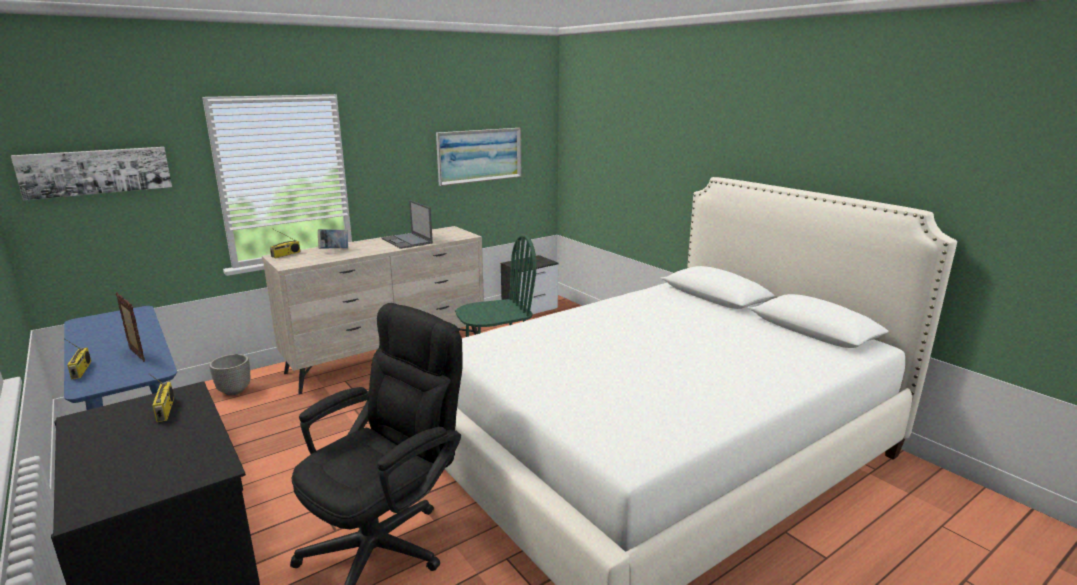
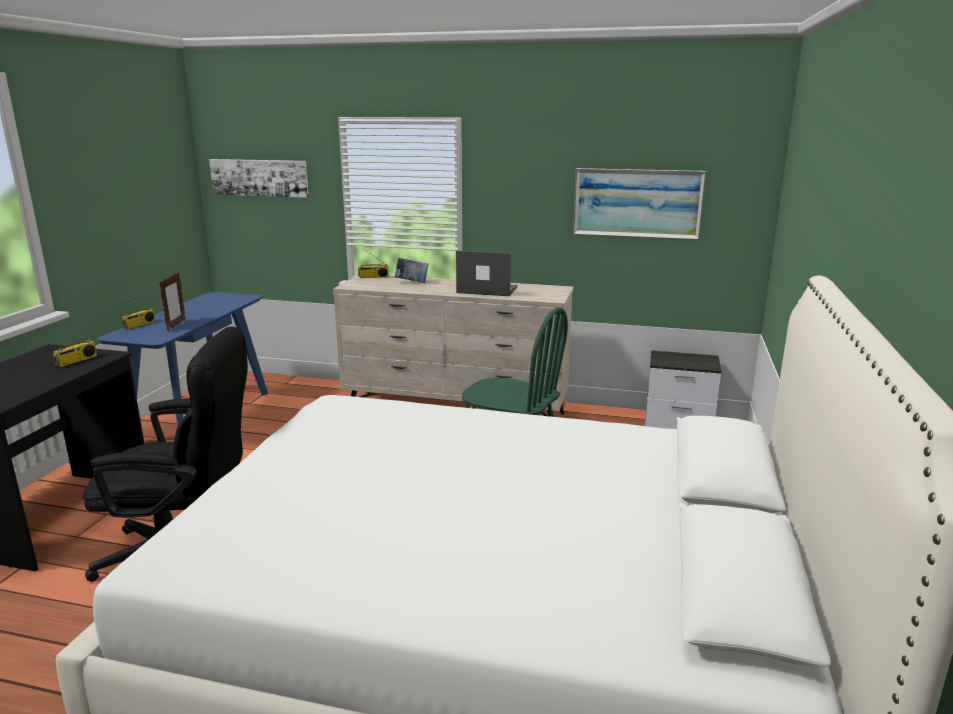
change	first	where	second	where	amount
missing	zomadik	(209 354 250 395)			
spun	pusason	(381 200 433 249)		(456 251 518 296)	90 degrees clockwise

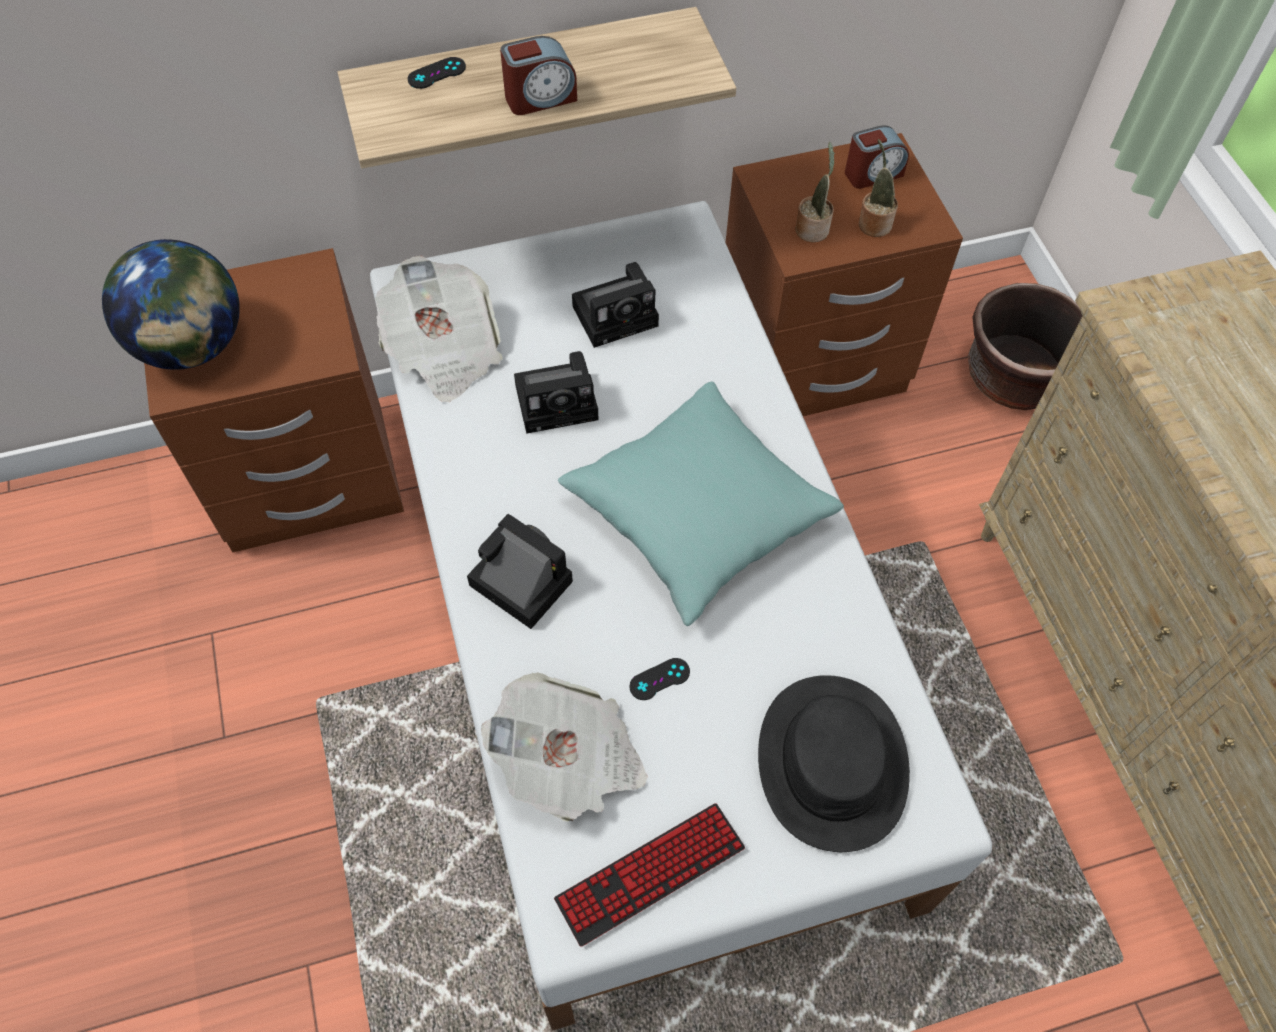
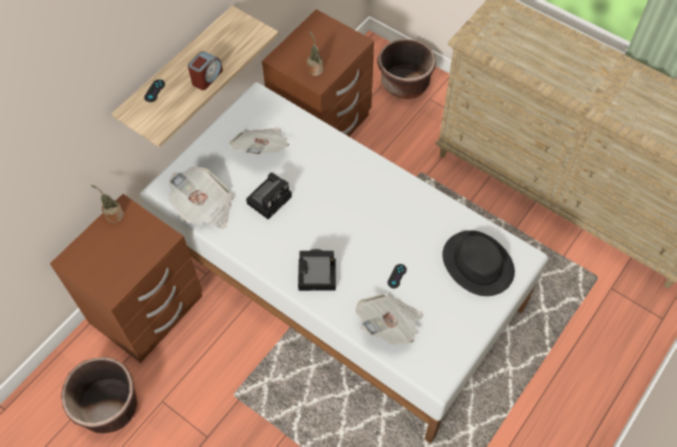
change	first	where	second	where	amount
missing	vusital	(102 239 240 370)			
missing	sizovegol	(554 803 745 947)			
missing	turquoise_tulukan	(558 381 844 626)			
missing	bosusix	(845 125 909 189)			
appeared			brown_zomadik	(61 357 137 433)	
relocated	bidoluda	(859 139 898 237)		(91 185 123 223)	
exchanged	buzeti	(572 262 659 348)	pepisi	(230 127 289 155)	

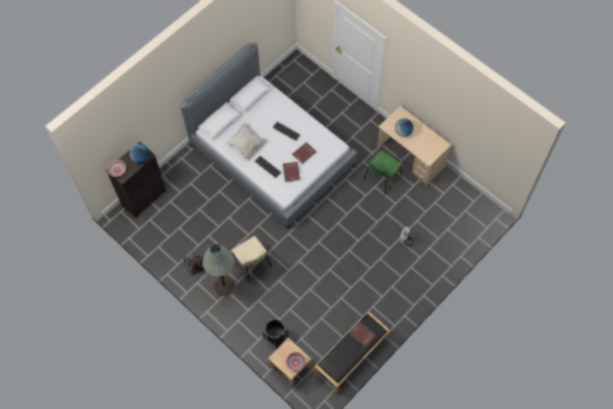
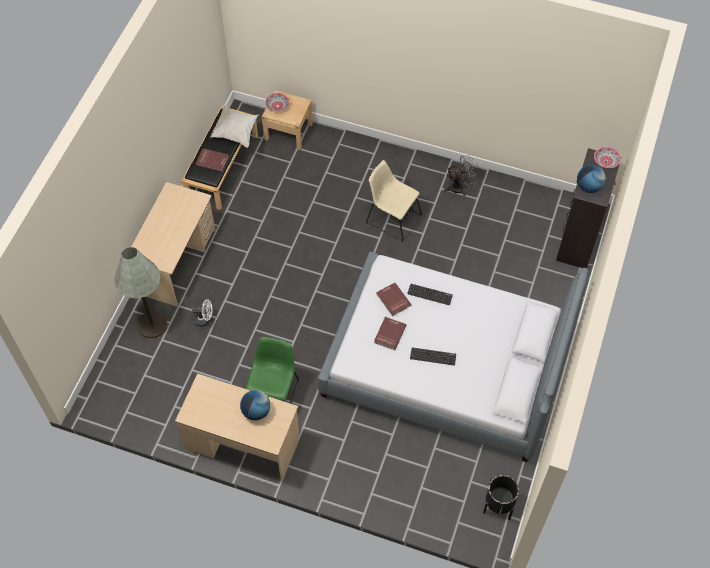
change	first	where	second	where	amount
appeared			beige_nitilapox	(131 182 216 307)	
relocated	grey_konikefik	(203 244 235 296)		(114 247 167 338)	
relocated	white_tulukan	(225 122 265 161)		(210 104 258 148)	
relocated	black_zomadik	(263 319 288 349)		(483 475 519 520)	

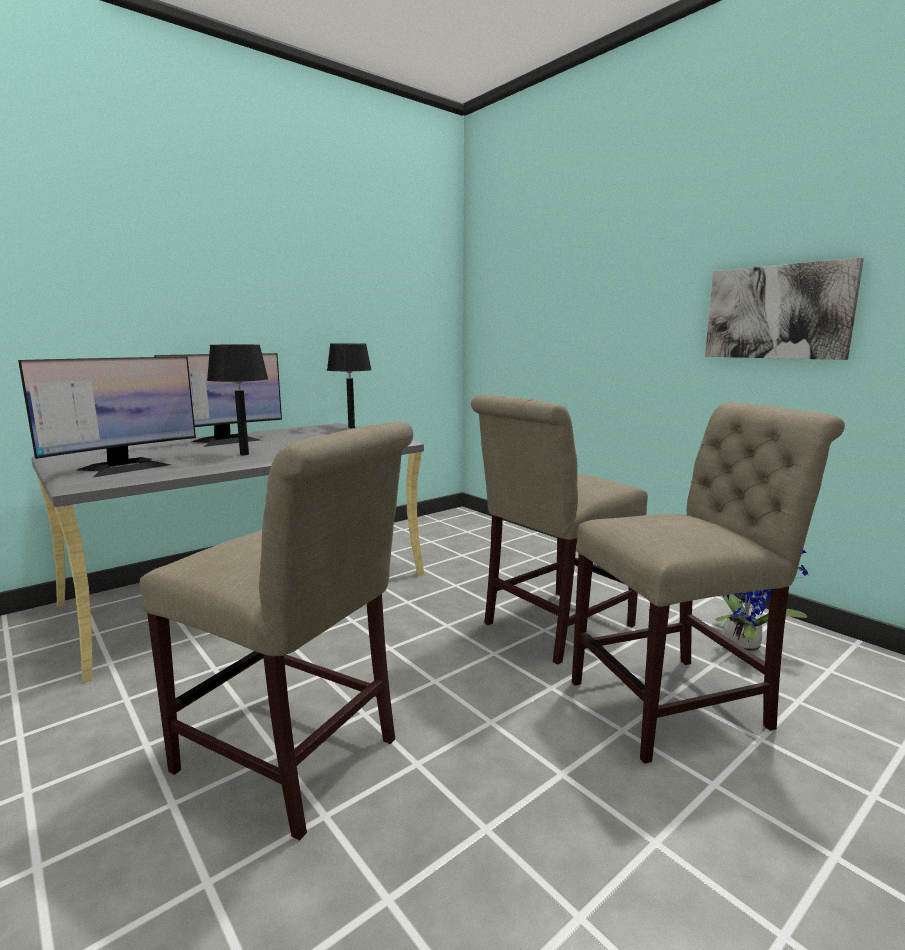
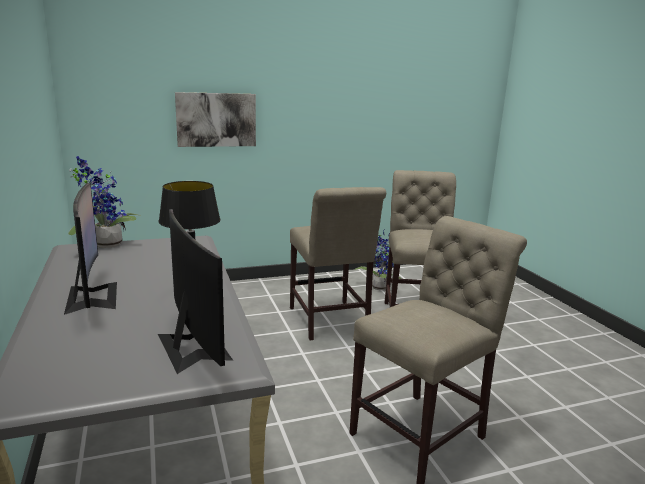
change	first	where	second	where	amount
relocated	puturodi	(705 258 864 360)		(175 92 256 147)	
exchanged	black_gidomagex	(327 343 372 428)	bidoluda	(68 156 140 248)	

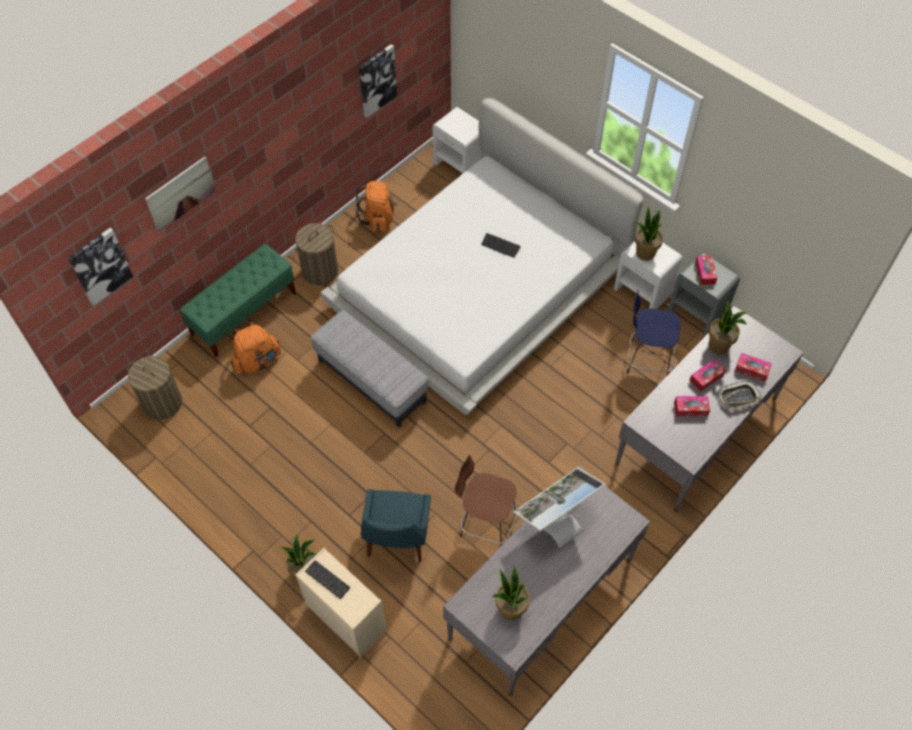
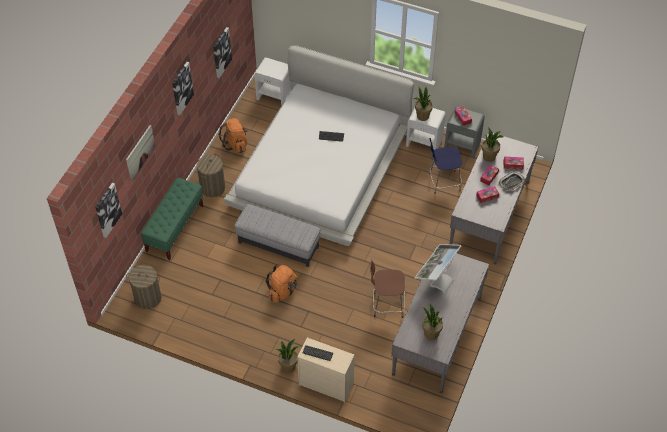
change	first	where	second	where	amount
missing	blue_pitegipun	(361 489 431 562)			
appeared			puturodi	(172 62 194 115)	
relocated	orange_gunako	(231 321 281 374)		(265 264 298 303)	

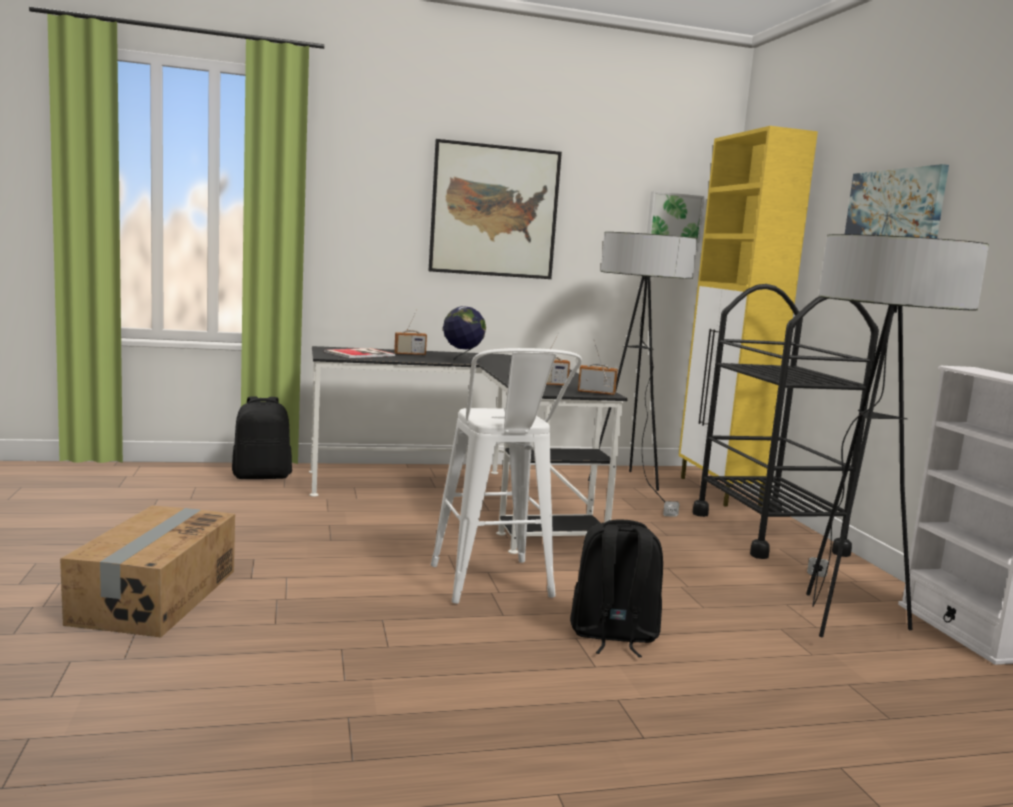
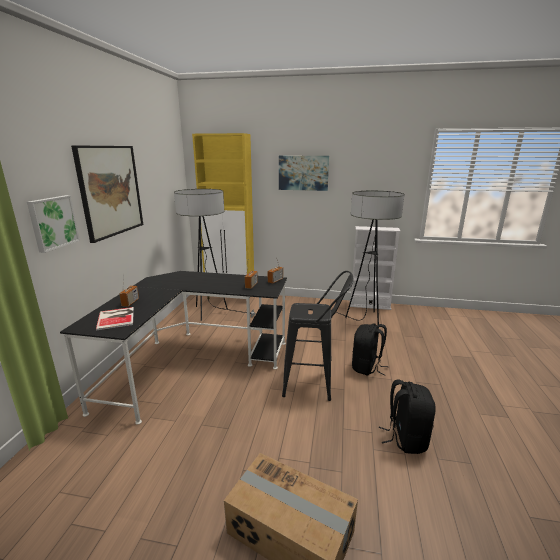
change	first	where	second	where	amount
missing	vusital	(443 306 486 363)			
missing	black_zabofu	(693 284 879 559)			
relocated	black_gunako	(232 396 292 479)		(379 380 436 454)	
relocated	puturodi	(647 191 705 252)		(27 195 80 253)	
colour	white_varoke	(431 348 582 604)	black_varoke	(282 271 354 401)	

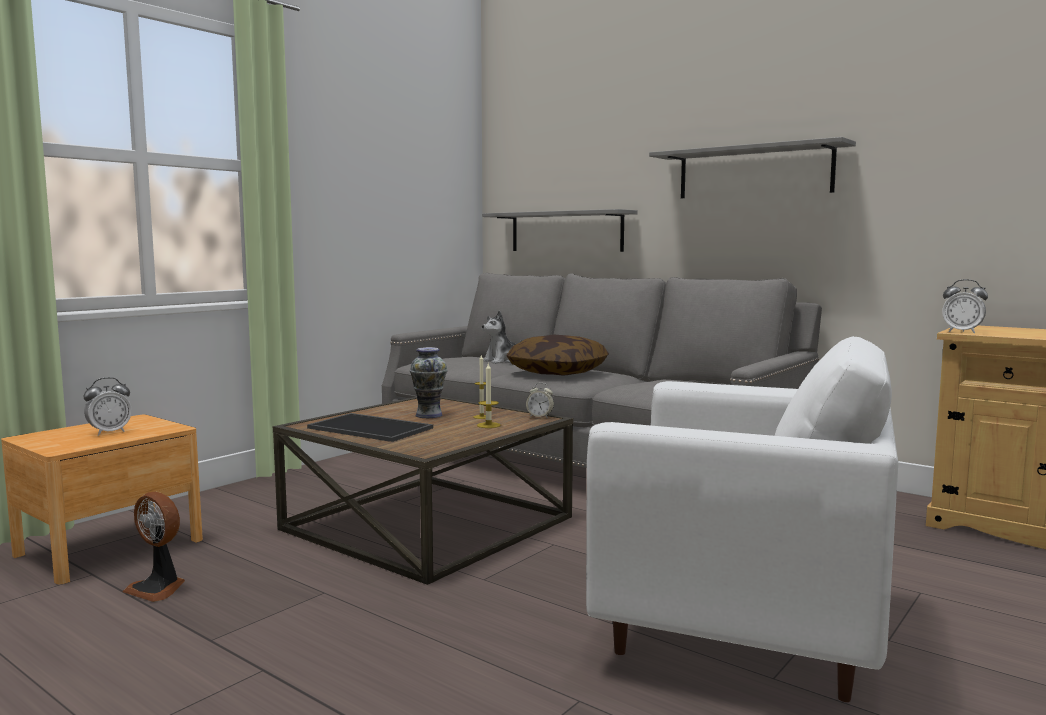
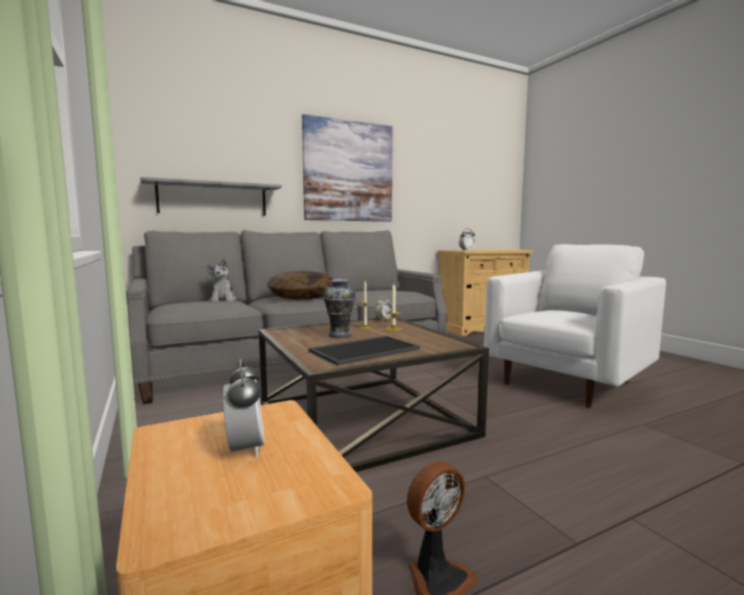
change	first	where	second	where	amount
exchanged	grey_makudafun	(649 137 856 198)	puturodi	(302 114 393 222)	

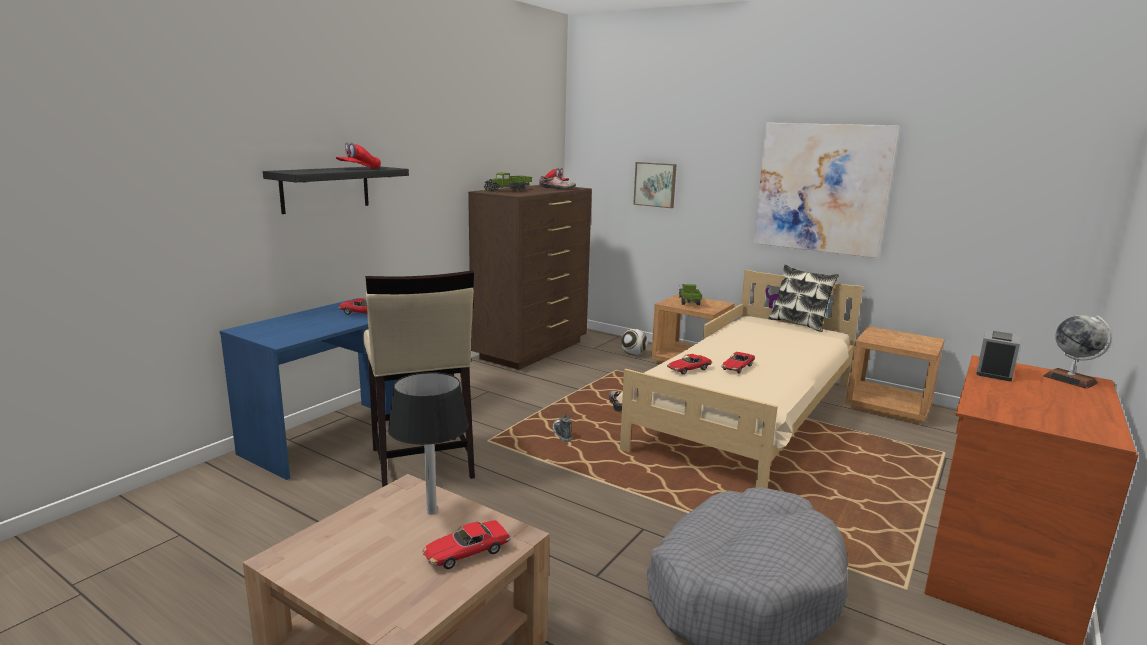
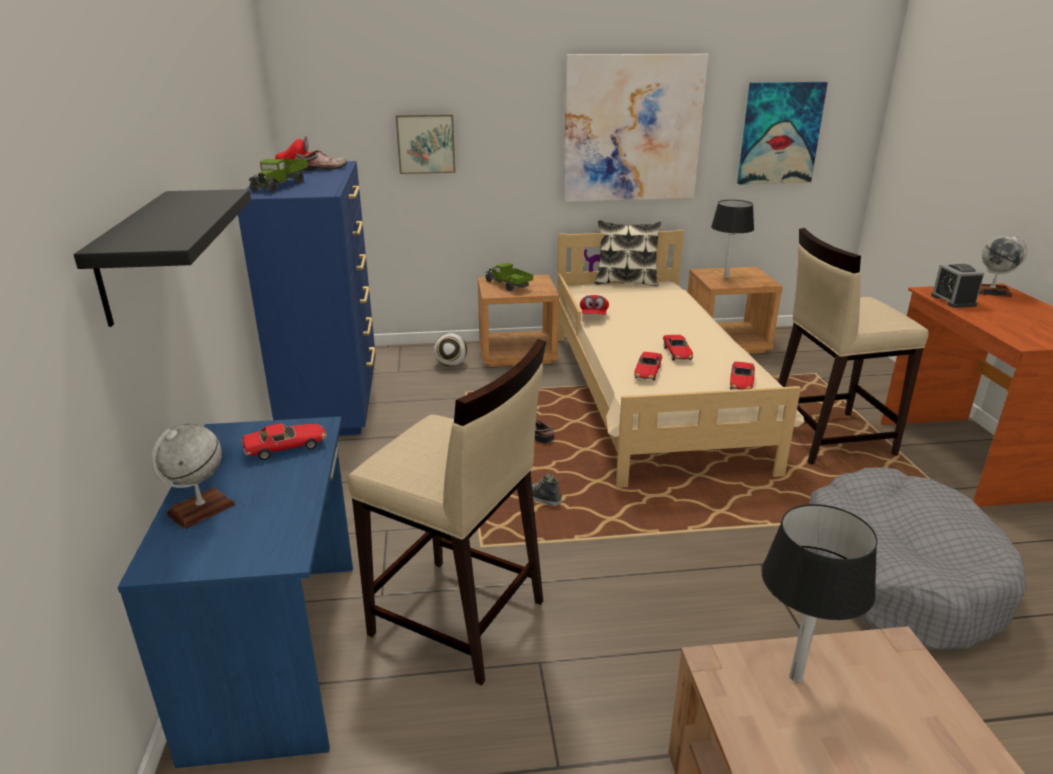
change	first	where	second	where	amount
appeared			vusital	(151 424 236 529)	
appeared			black_gidomagex	(711 200 754 278)	
appeared			puturodi	(737 82 828 185)	
appeared			beige_varoke	(778 228 929 464)	
relocated	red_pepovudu	(336 143 381 169)		(580 295 609 315)	
relocated	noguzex	(422 520 511 569)		(730 362 755 390)	
colour	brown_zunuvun	(468 185 592 370)	blue_zunuvun	(238 161 376 436)	

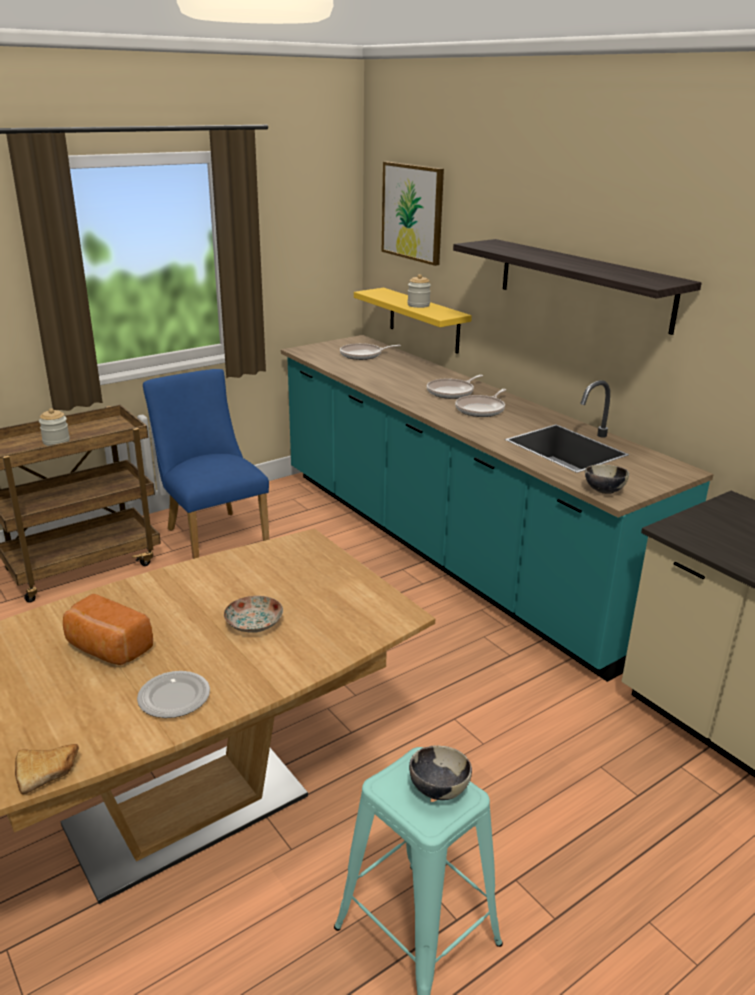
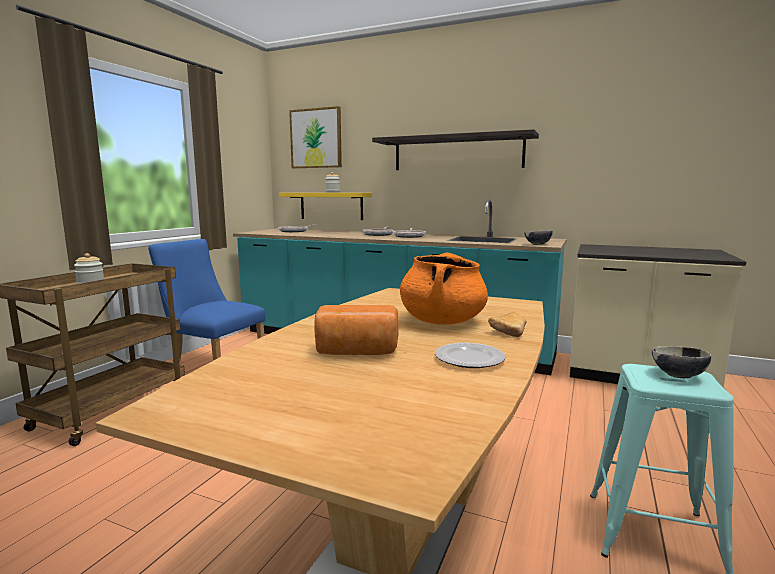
change	first	where	second	where	amount
relocated	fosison	(15 744 79 794)		(488 312 527 337)	
exchanged	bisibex	(224 596 283 633)	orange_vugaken	(400 253 488 325)	

